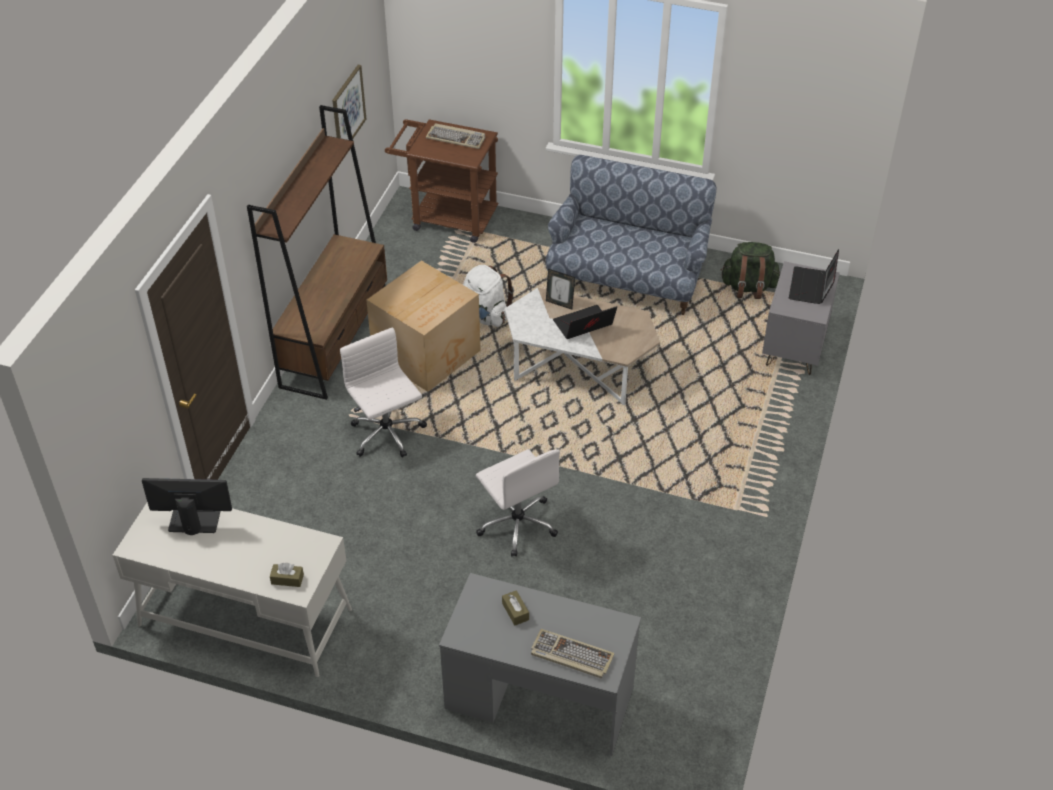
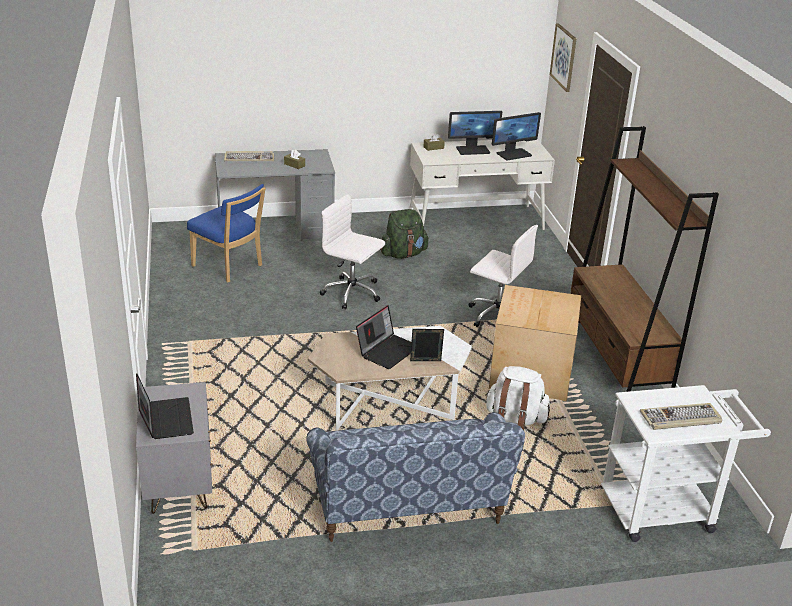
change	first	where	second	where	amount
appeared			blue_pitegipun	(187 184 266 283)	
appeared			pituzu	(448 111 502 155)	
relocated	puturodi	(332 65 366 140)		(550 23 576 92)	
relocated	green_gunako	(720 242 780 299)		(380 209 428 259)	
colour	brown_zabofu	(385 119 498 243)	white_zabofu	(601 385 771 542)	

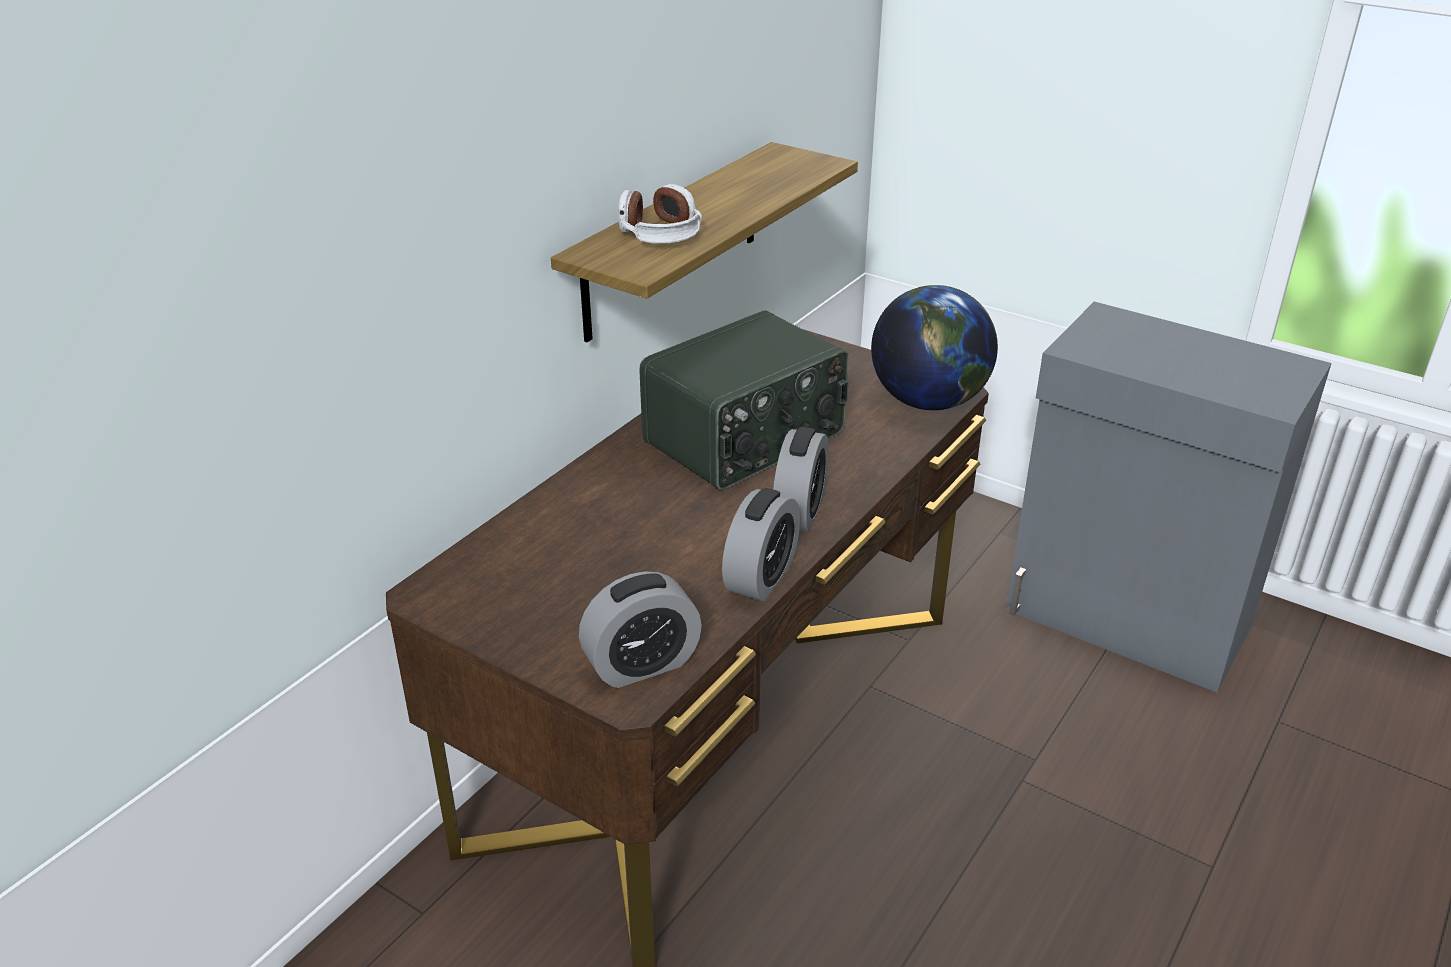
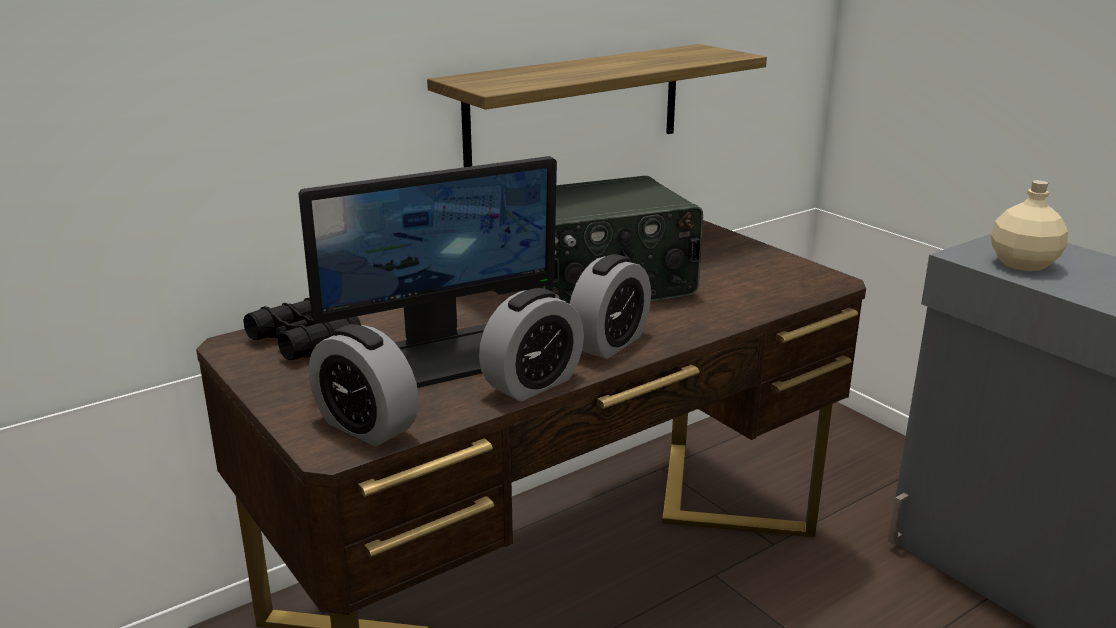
change	first	where	second	where	amount
missing	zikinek	(618 184 702 244)			
missing	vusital	(871 285 998 410)			
appeared			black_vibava	(243 298 361 360)	
appeared			pituzu	(299 156 557 388)	
appeared			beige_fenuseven	(991 180 1068 271)	
spun	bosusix	(579 571 702 688)		(309 324 419 447)	45 degrees clockwise

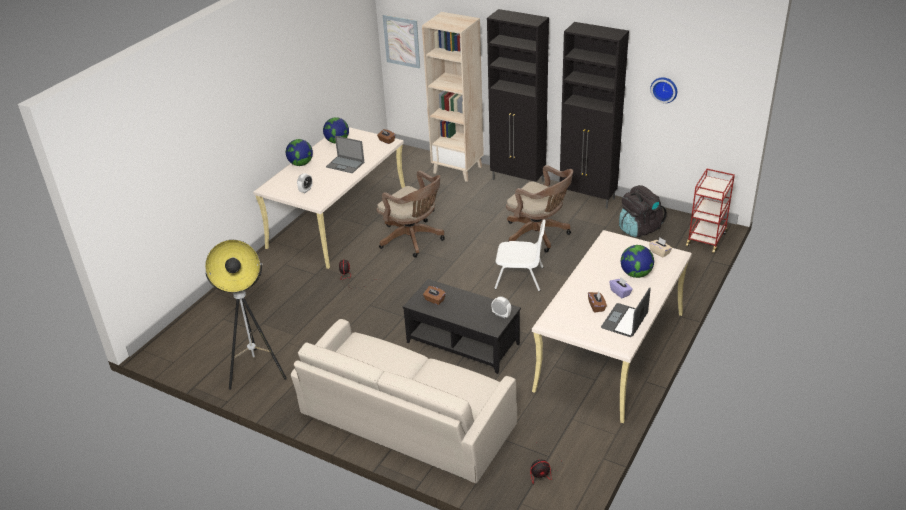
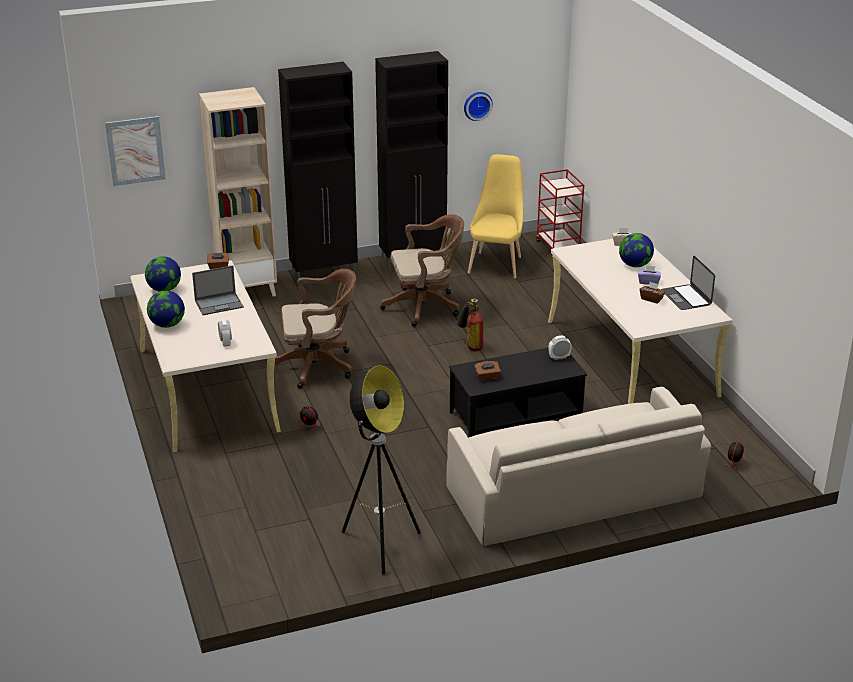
change	first	where	second	where	amount
exchanged	white_pitegipun	(494 220 546 291)	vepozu	(456 299 483 351)	
exchanged	black_gunako	(619 185 667 238)	yellow_pitegipun	(468 154 523 278)	

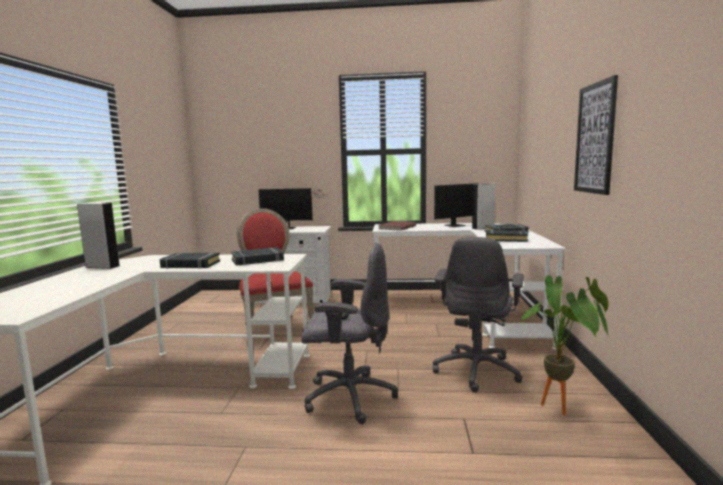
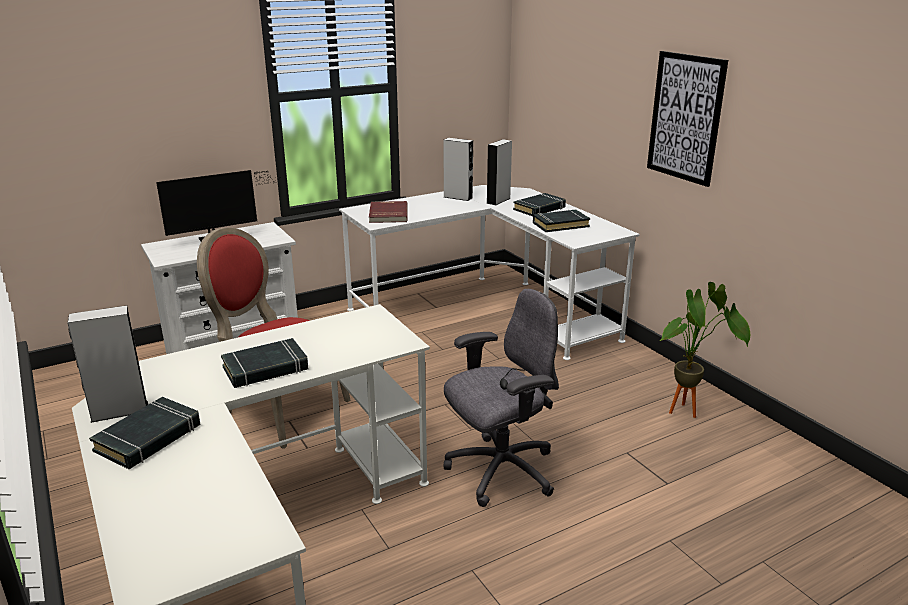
change	first	where	second	where	amount
missing	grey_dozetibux	(433 237 524 393)			
relocated	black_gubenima	(231 247 284 266)		(89 397 201 469)	
exchanged	pituzu	(434 183 478 227)	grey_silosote	(443 138 473 201)	

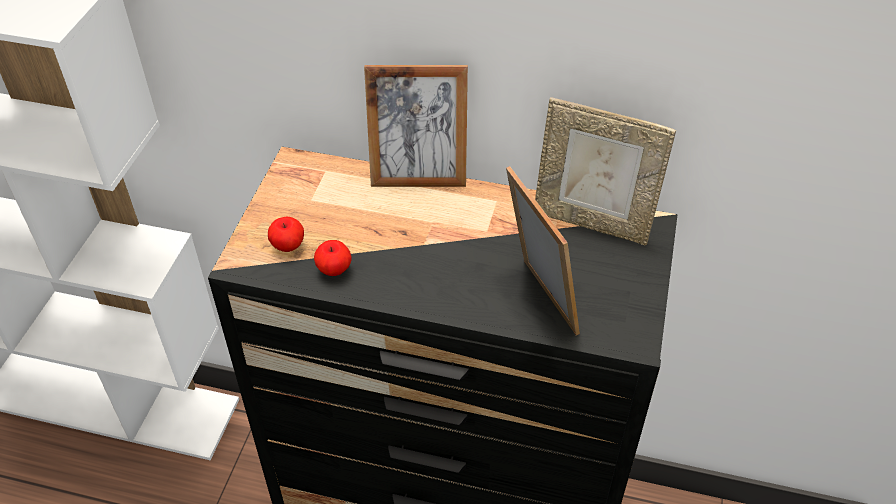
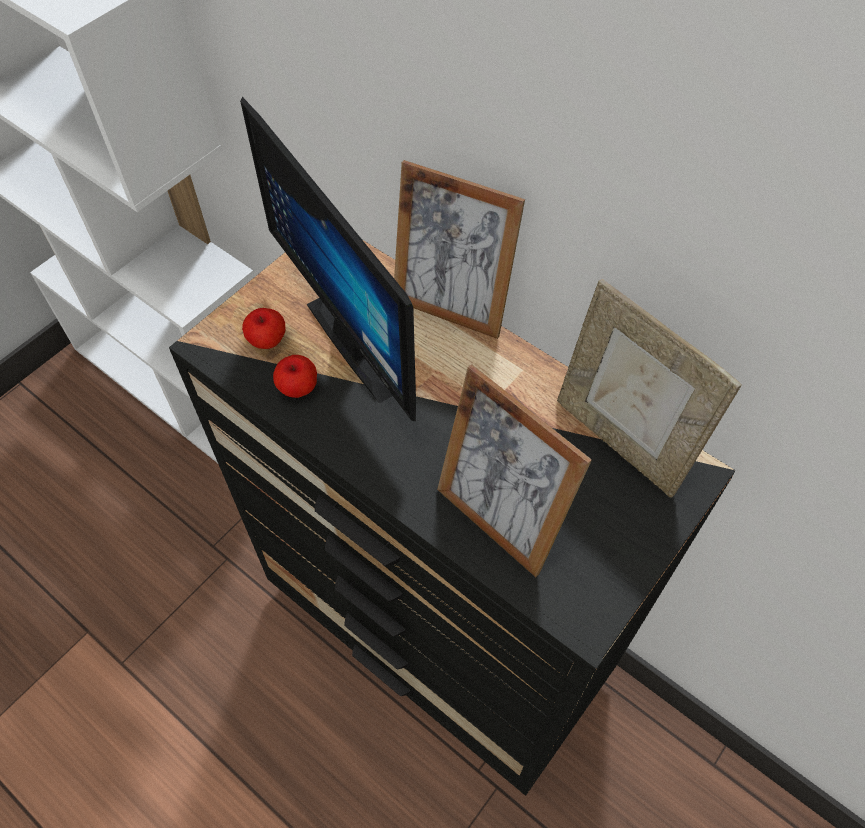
change	first	where	second	where	amount
appeared			pituzu	(240 97 416 421)	
spun	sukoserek	(506 166 580 336)		(437 364 592 577)	135 degrees clockwise

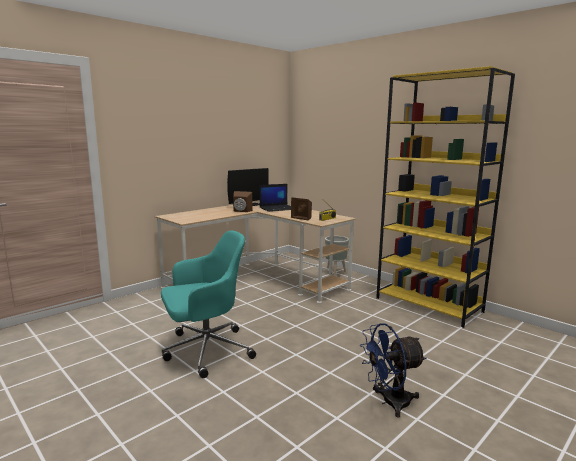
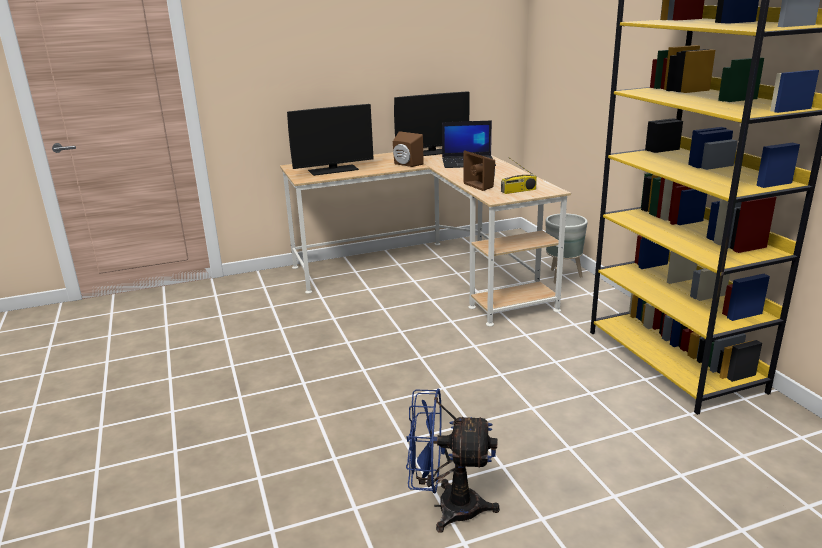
change	first	where	second	where	amount
missing	turquoise_dozetibux	(161 230 256 378)			
appeared			pituzu	(287 104 374 176)	

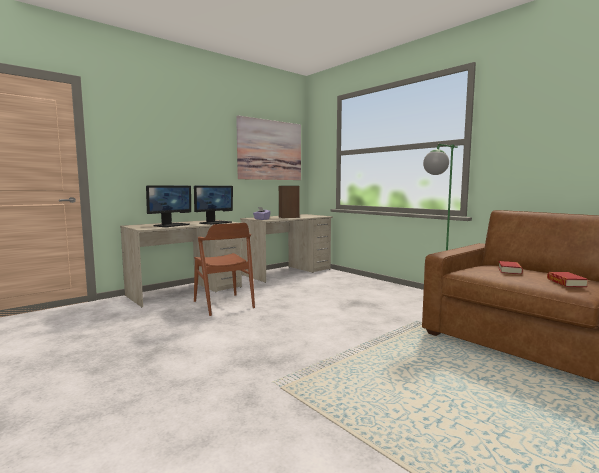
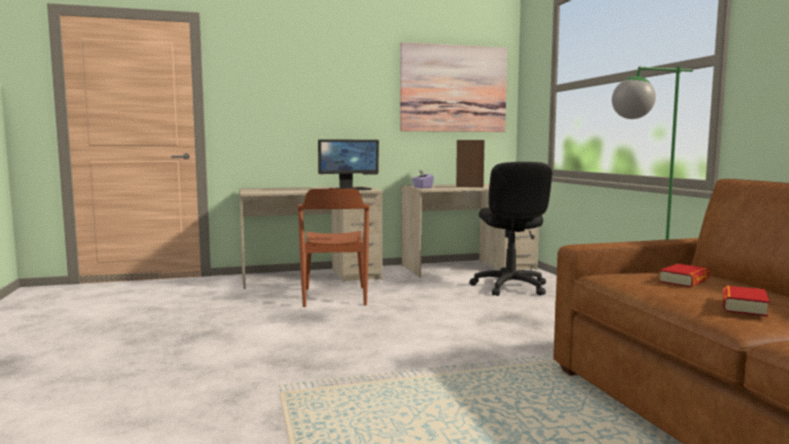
change	first	where	second	where	amount
missing	pituzu	(146 185 191 227)			
appeared			black_dozetibux	(469 162 552 296)	

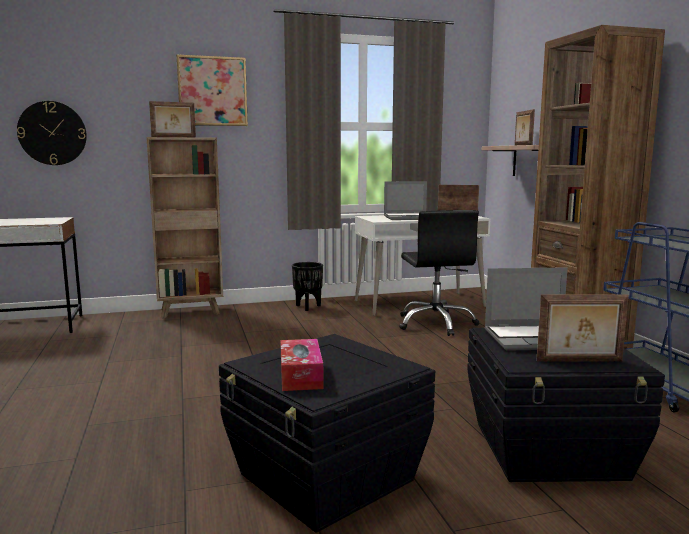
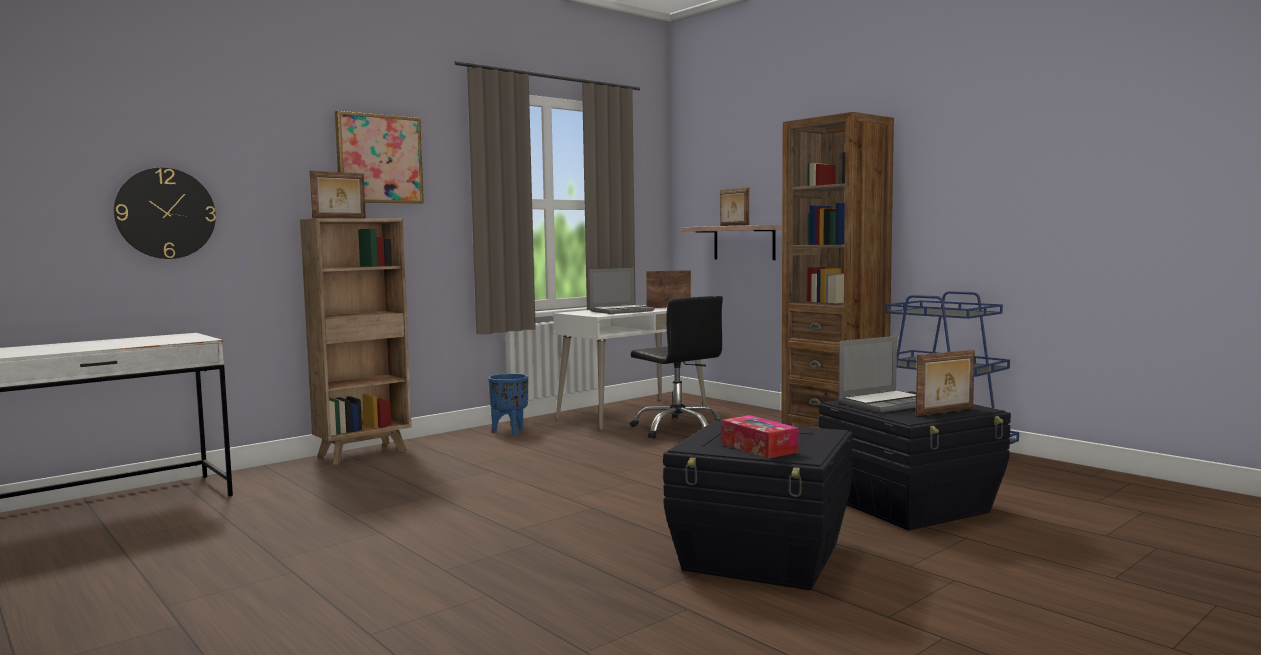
change	first	where	second	where	amount
colour	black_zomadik	(292 262 323 311)	blue_zomadik	(488 373 528 435)	

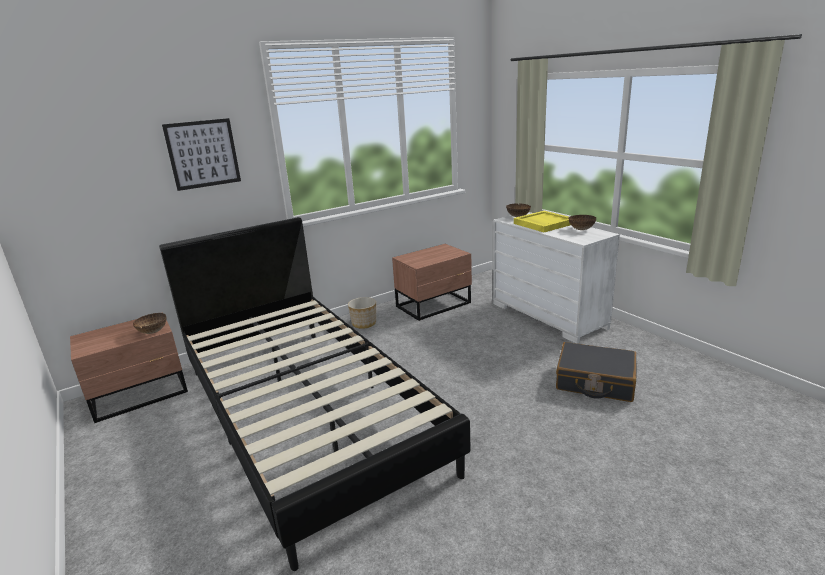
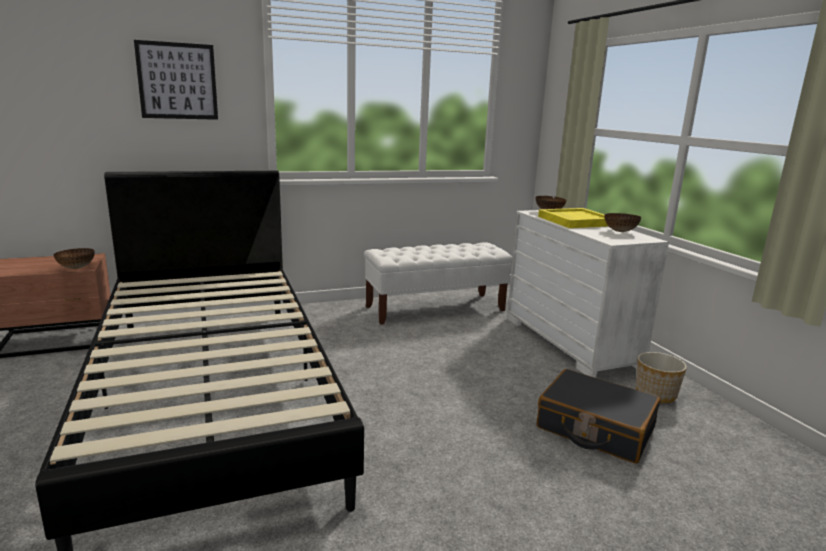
change	first	where	second	where	amount
relocated	zomadik	(348 297 376 329)		(636 352 687 403)	
exchanged	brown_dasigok	(392 244 472 321)	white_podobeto	(364 242 513 325)	

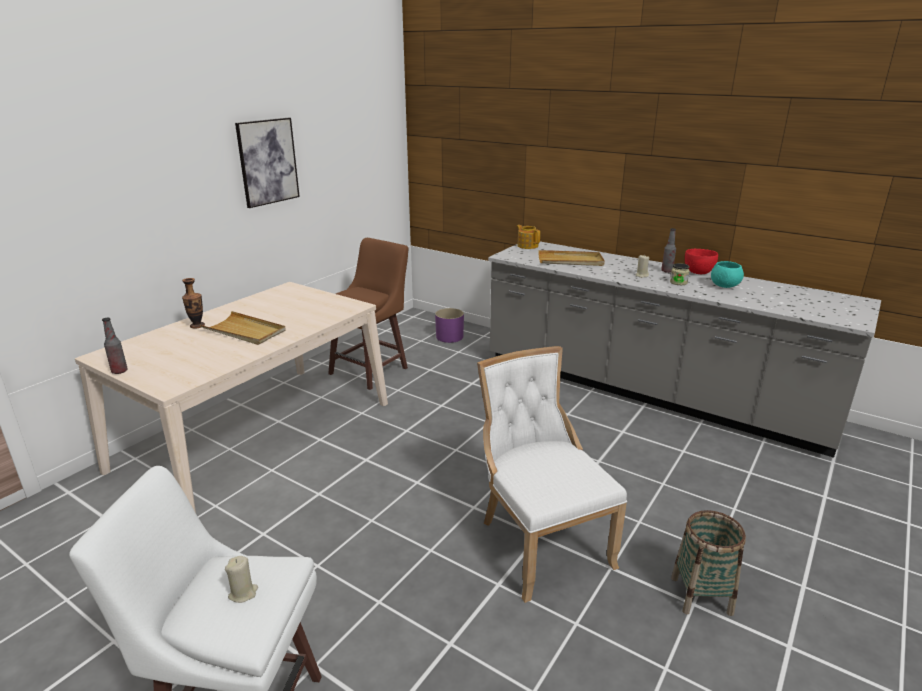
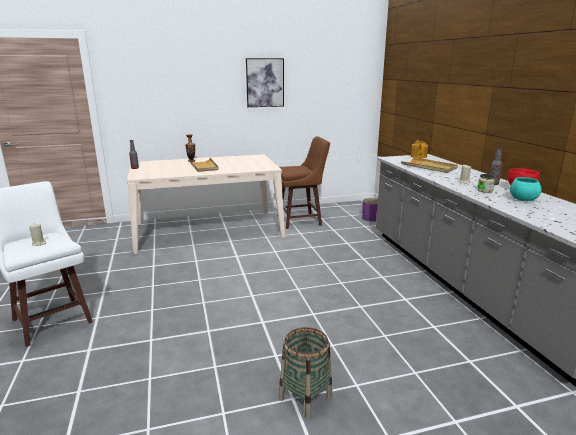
change	first	where	second	where	amount
missing	white_pitegipun	(477 346 627 603)			

